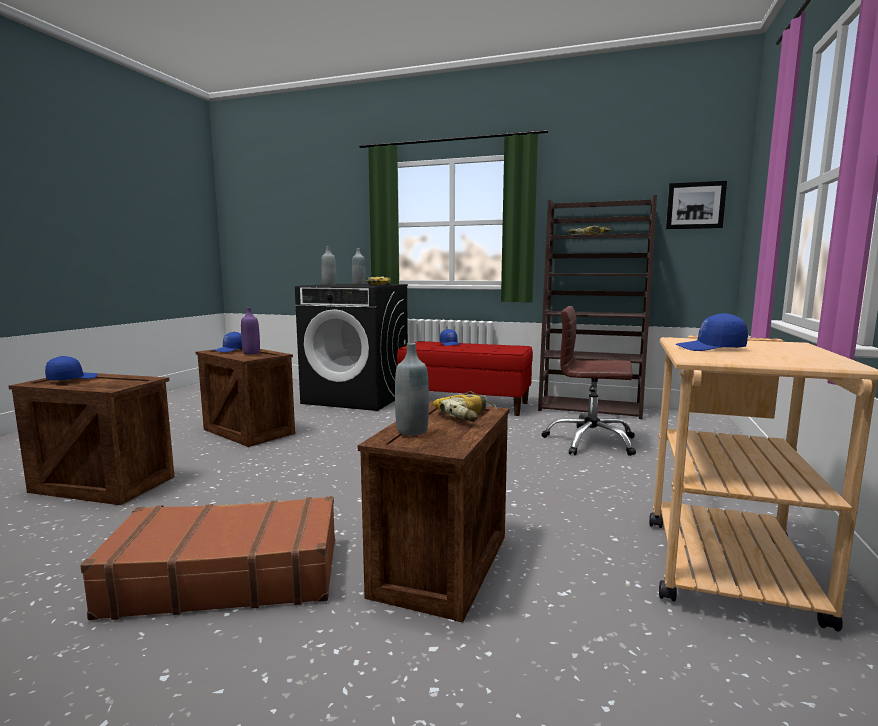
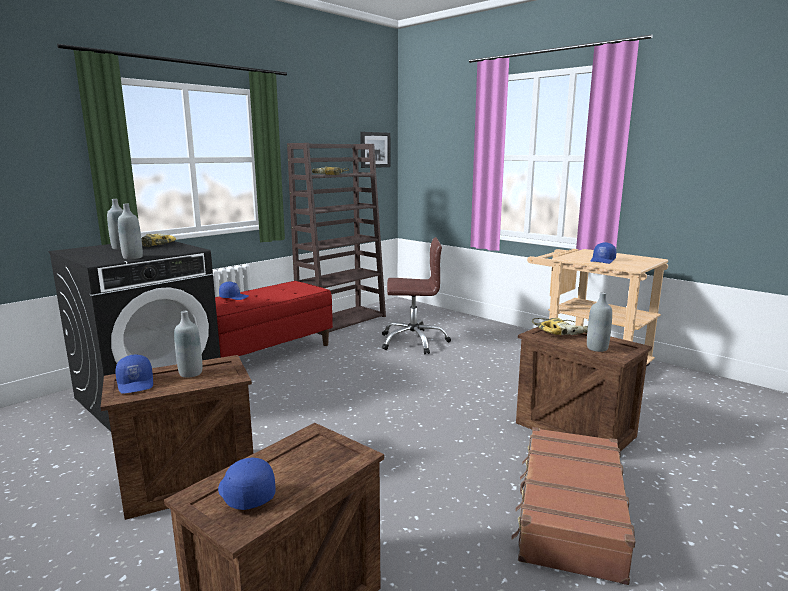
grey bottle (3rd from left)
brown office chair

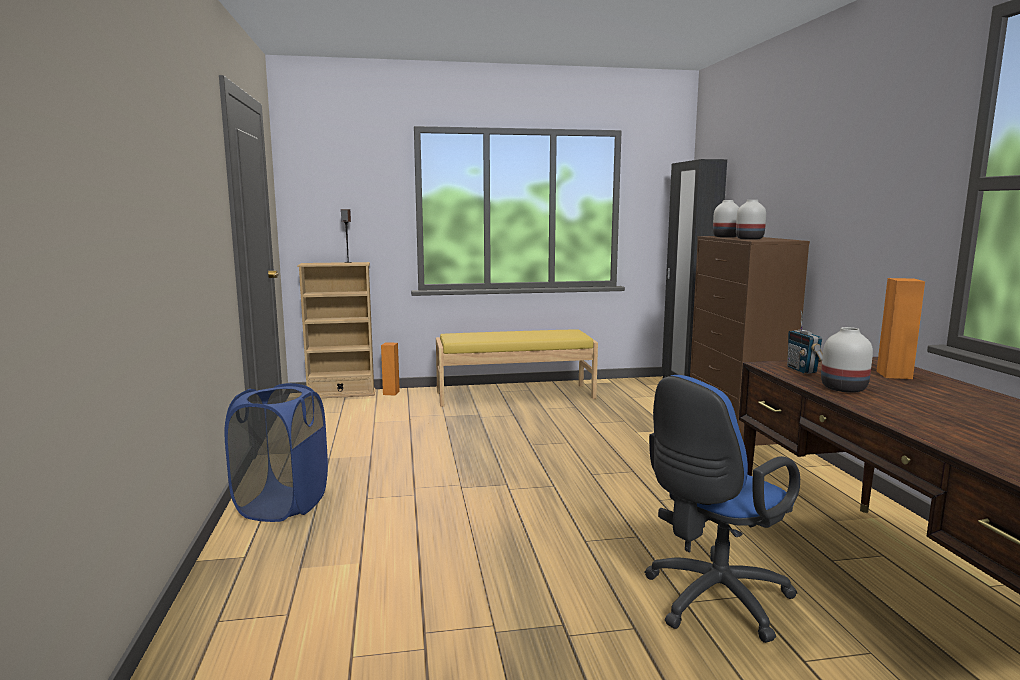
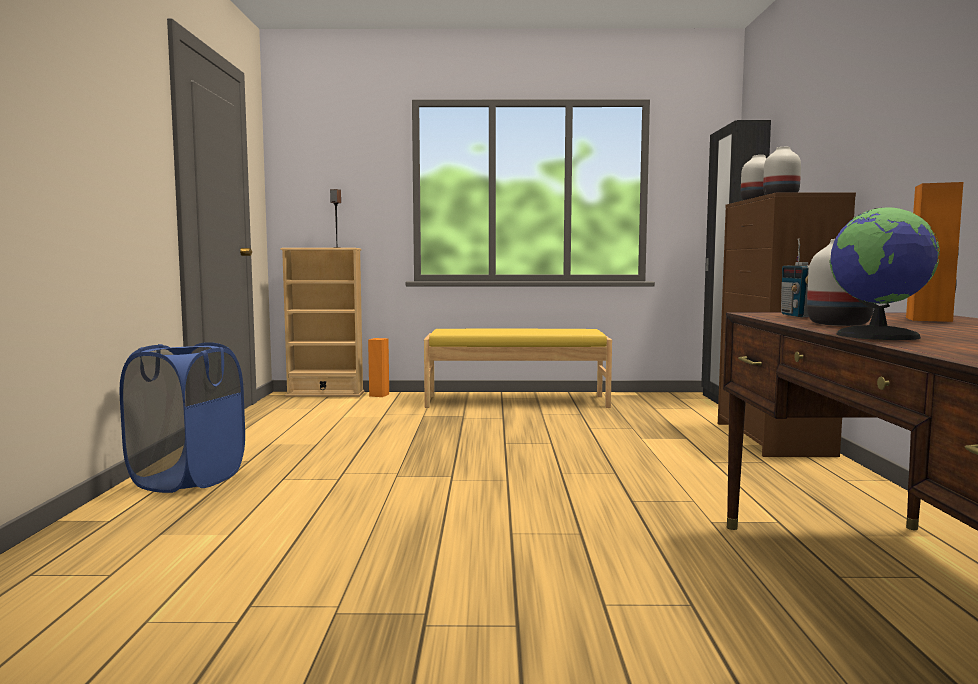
blue office chair
globe

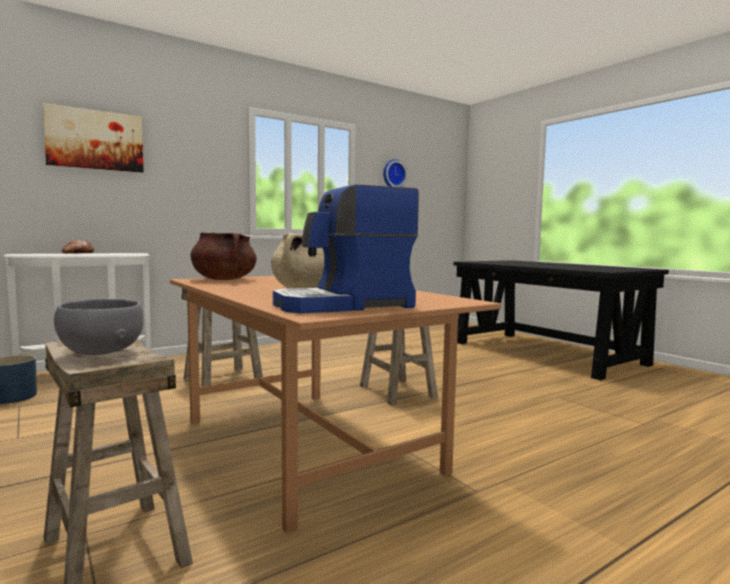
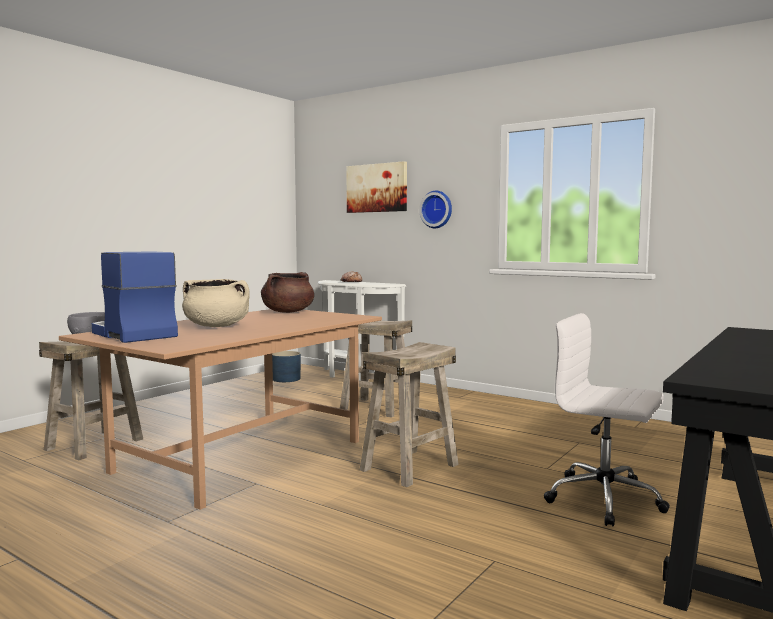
white office chair
wall clock

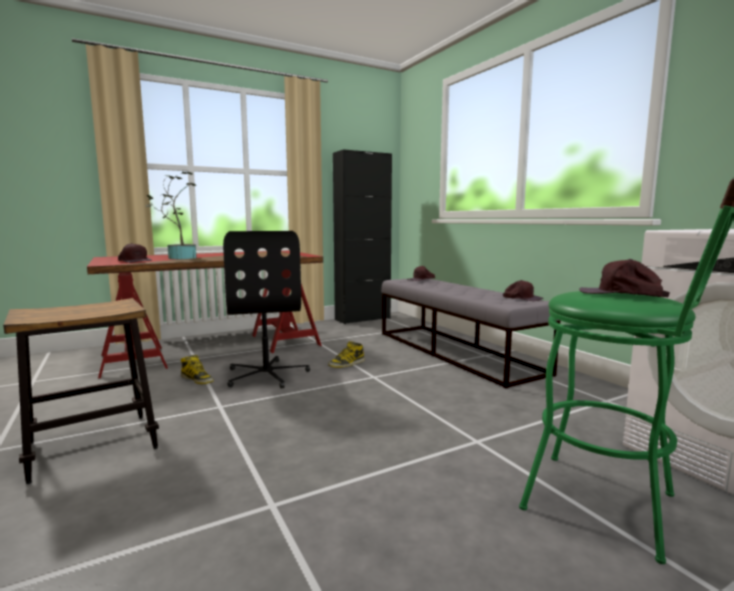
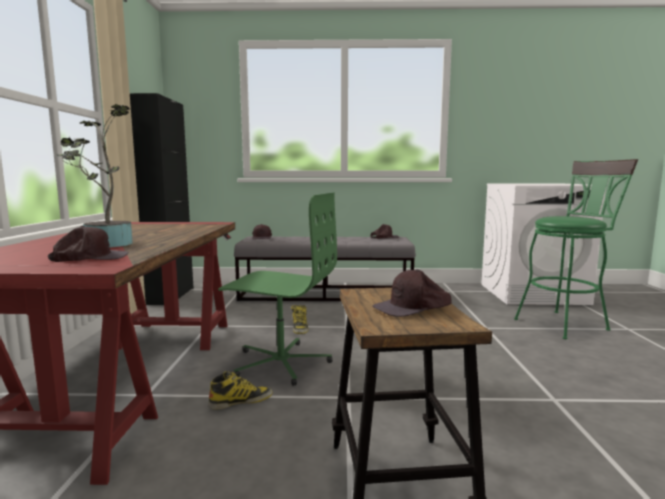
brown cap (4th from left)
green office chair

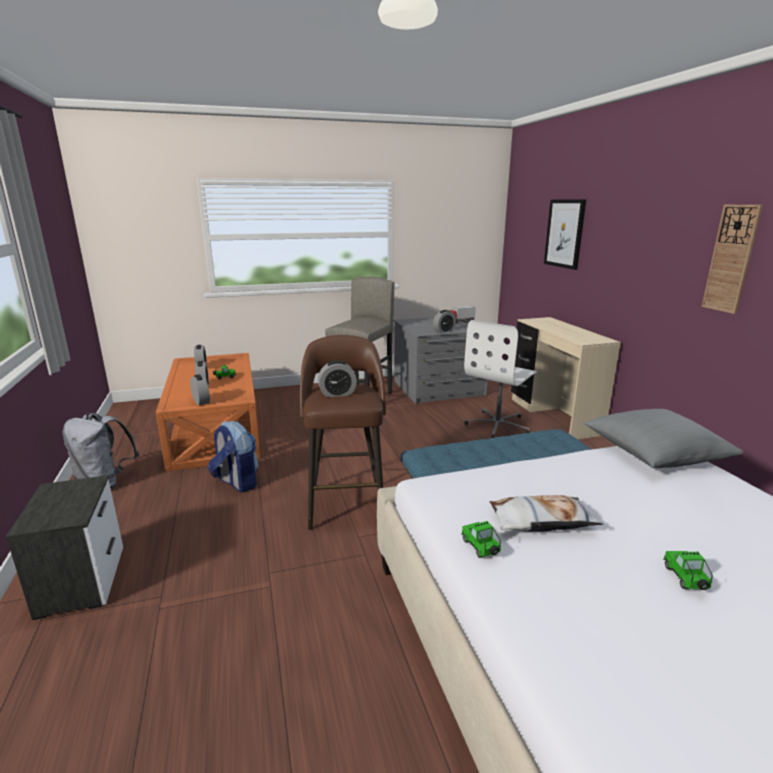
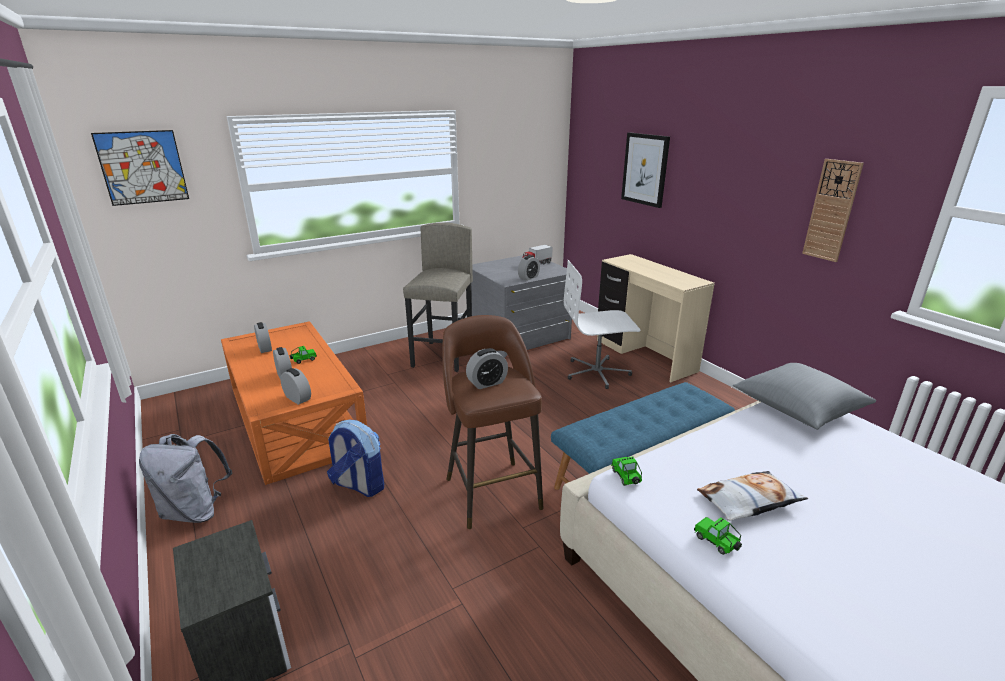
picture (1st from left)
toy car (2nd from left)
white office chair

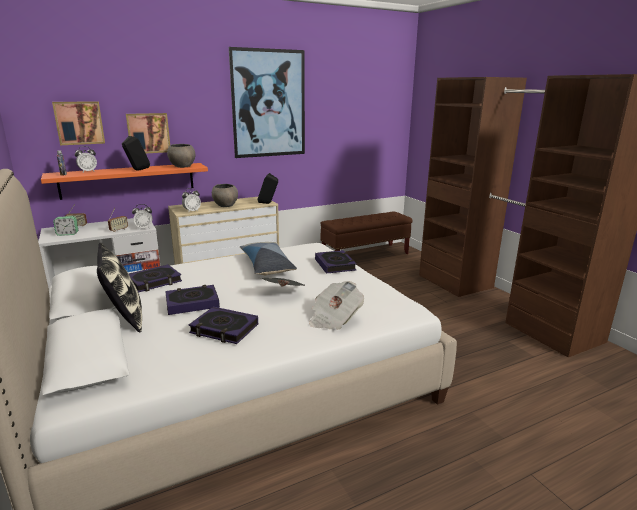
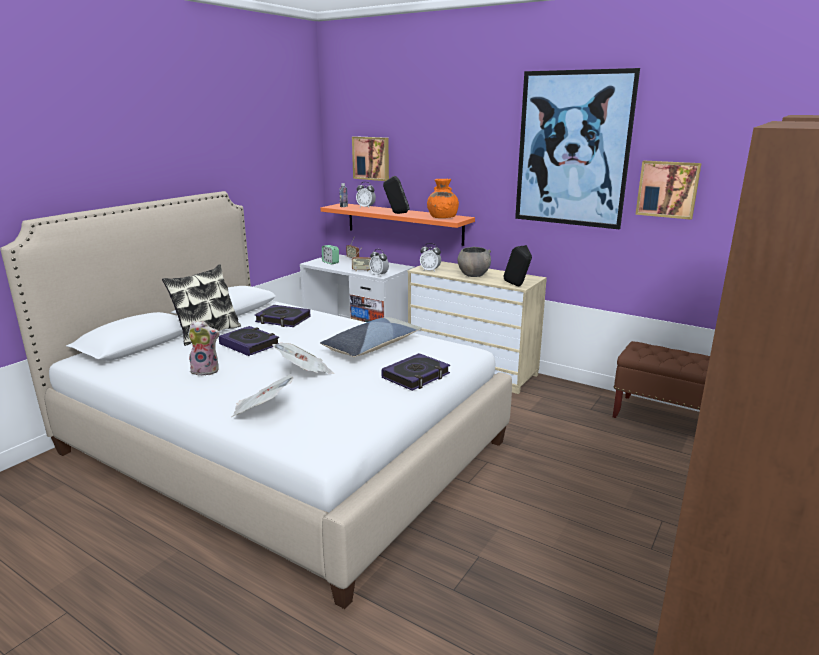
picture (3rd from left)
orange vase
plush toy

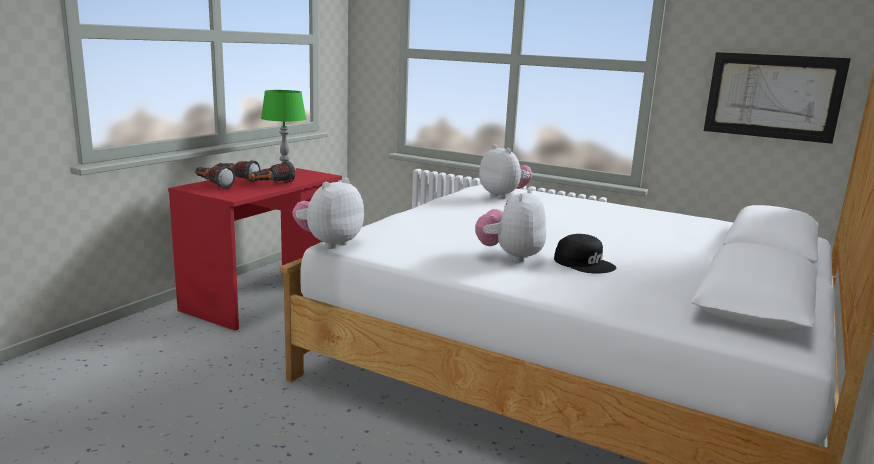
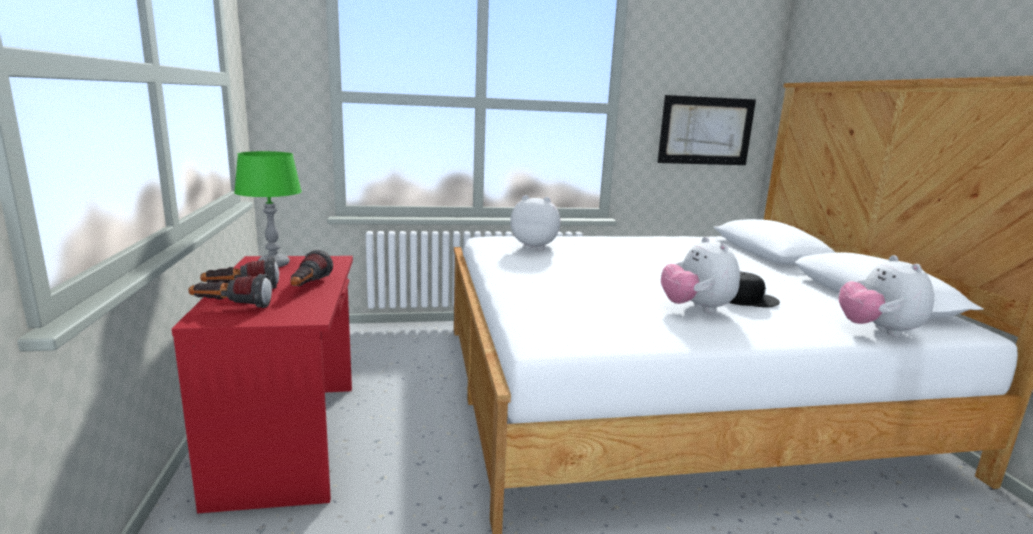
plush toy (3rd from left)

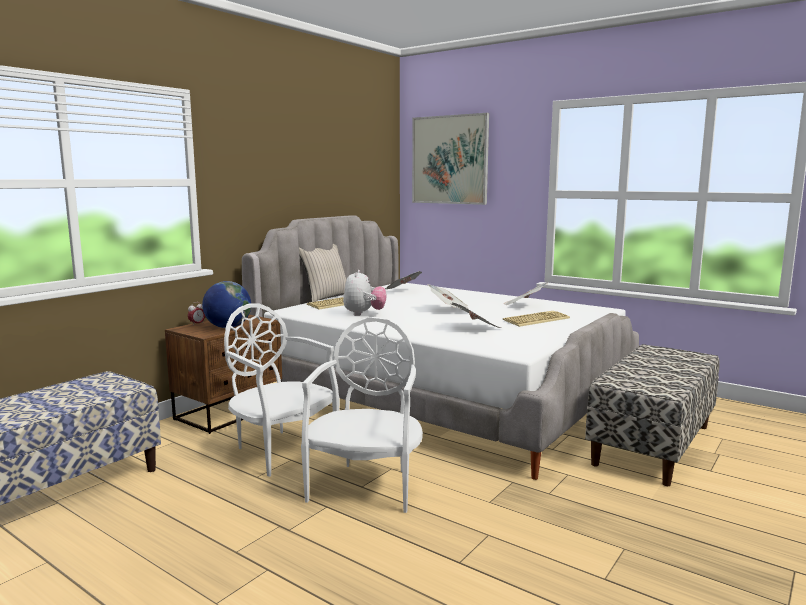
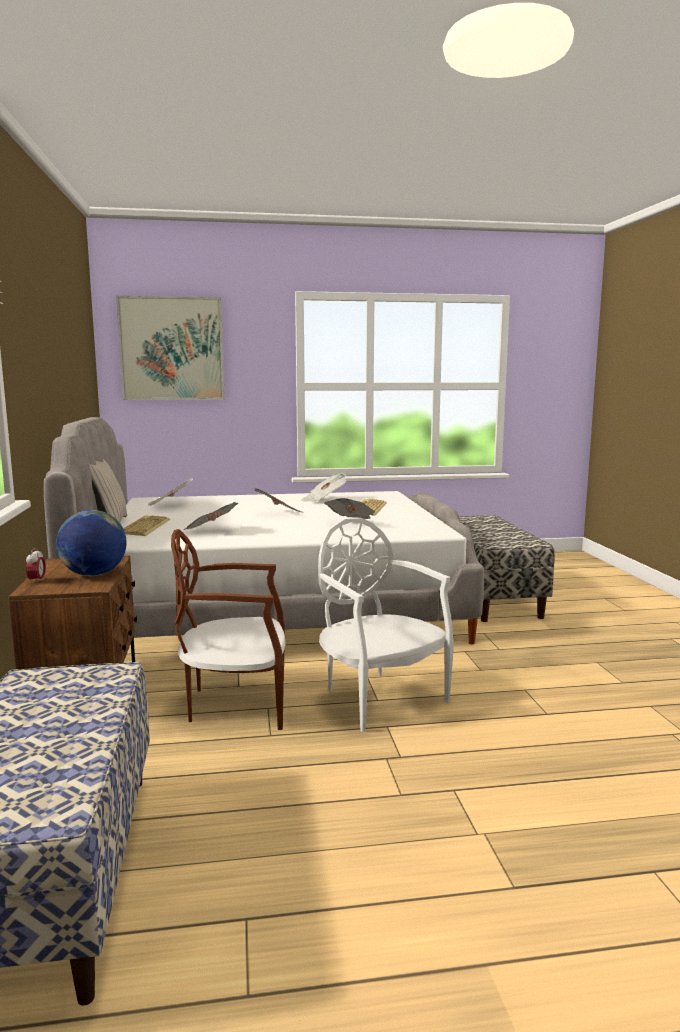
newspaper (2nd from left)
brown chair

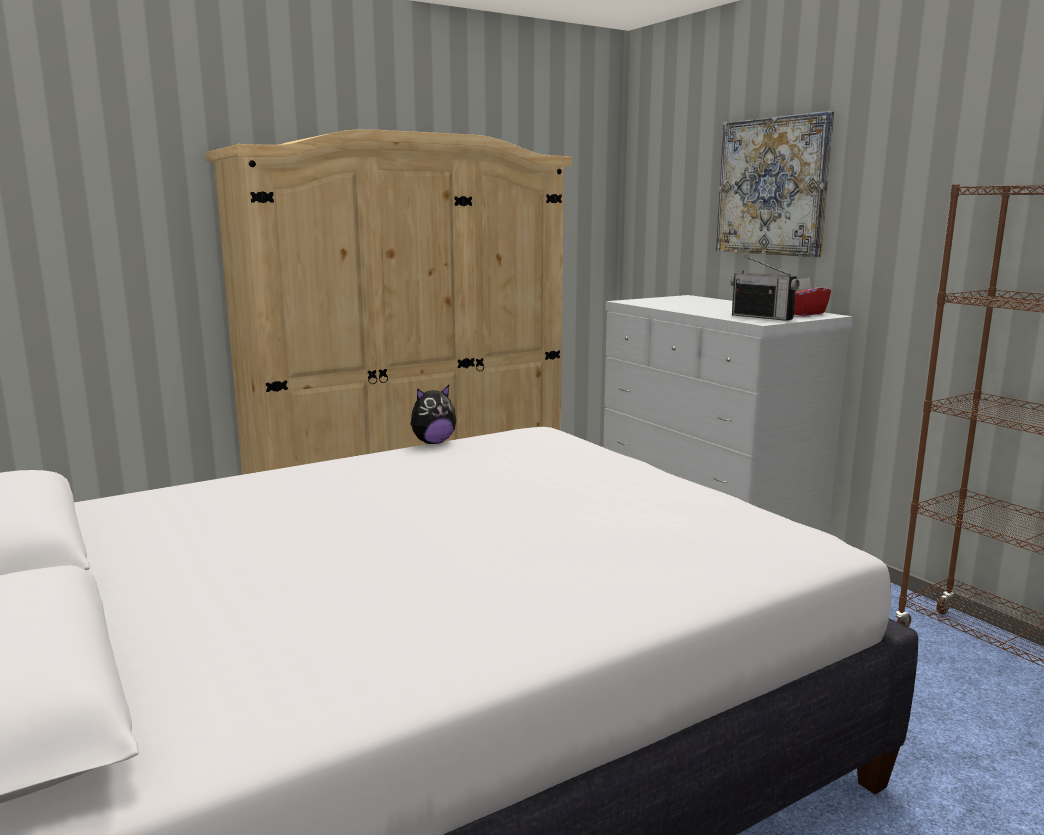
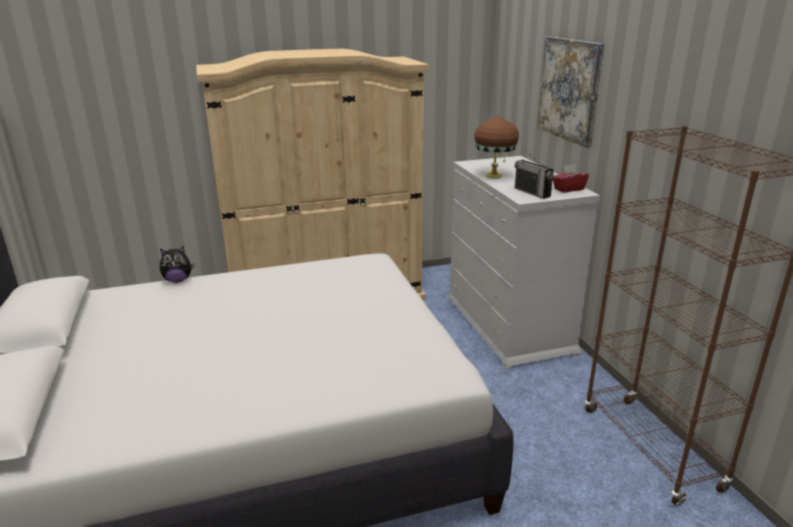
brown table lamp
plush toy

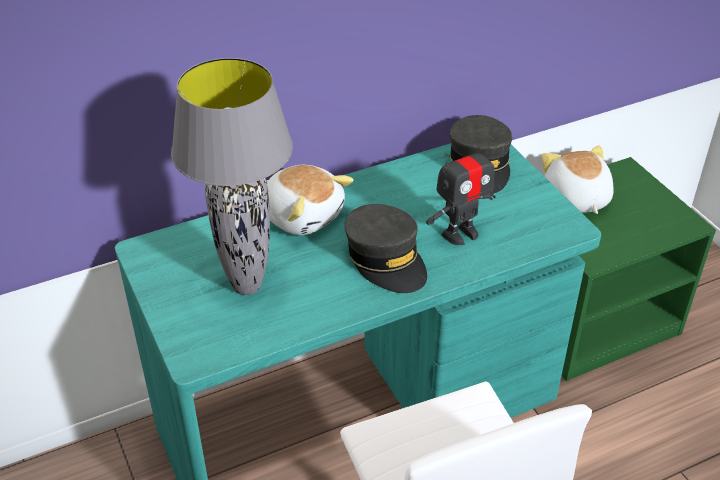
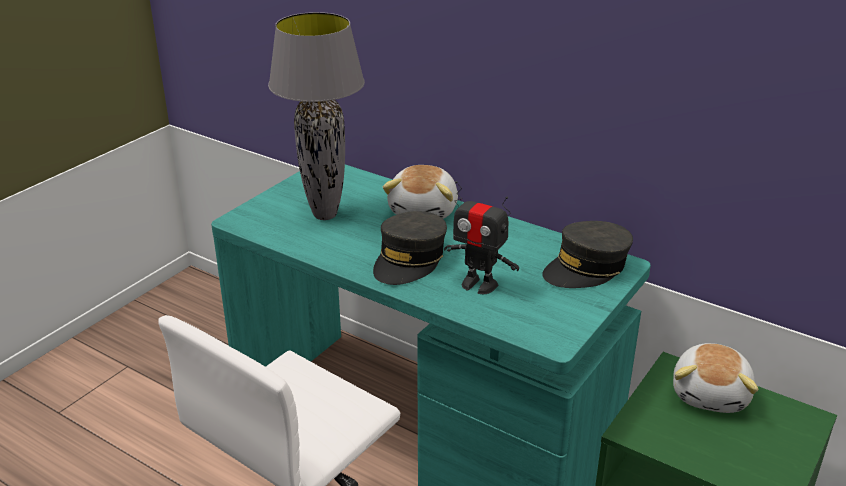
plush toy (2nd from left)

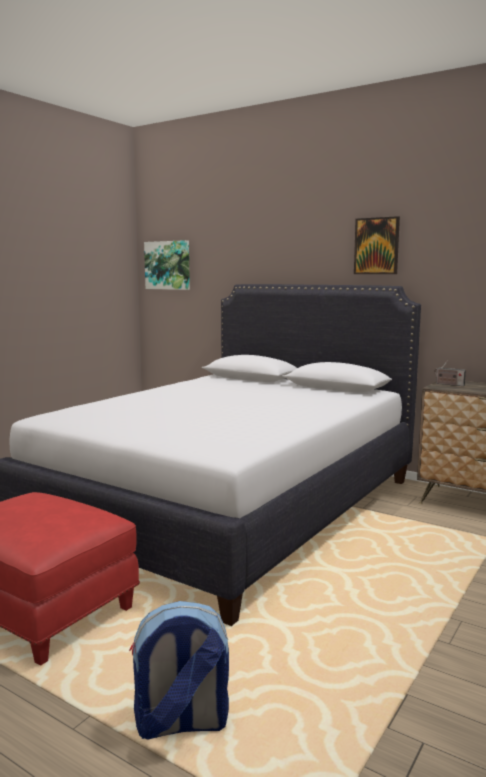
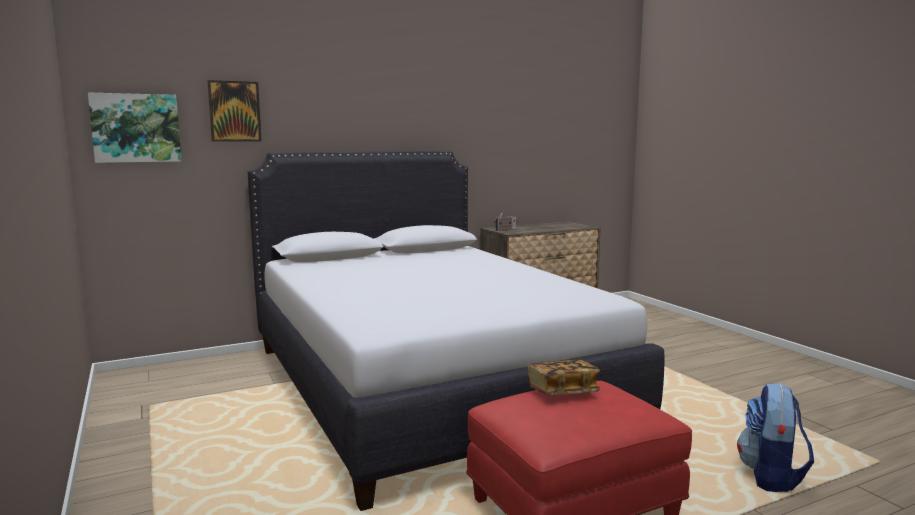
book
picture (2nd from left)

